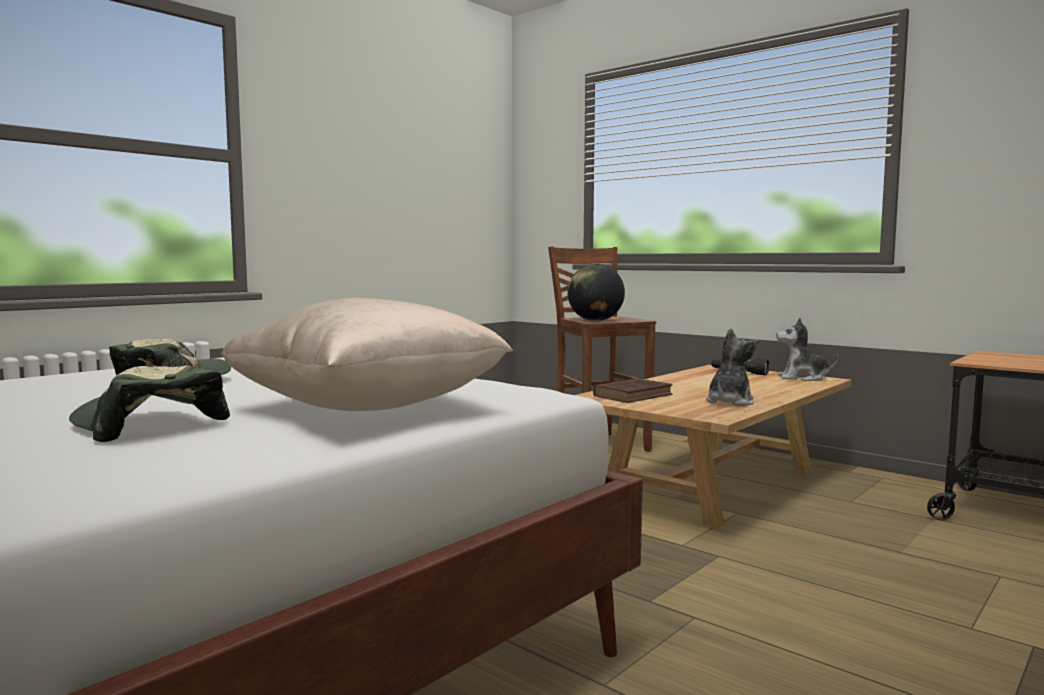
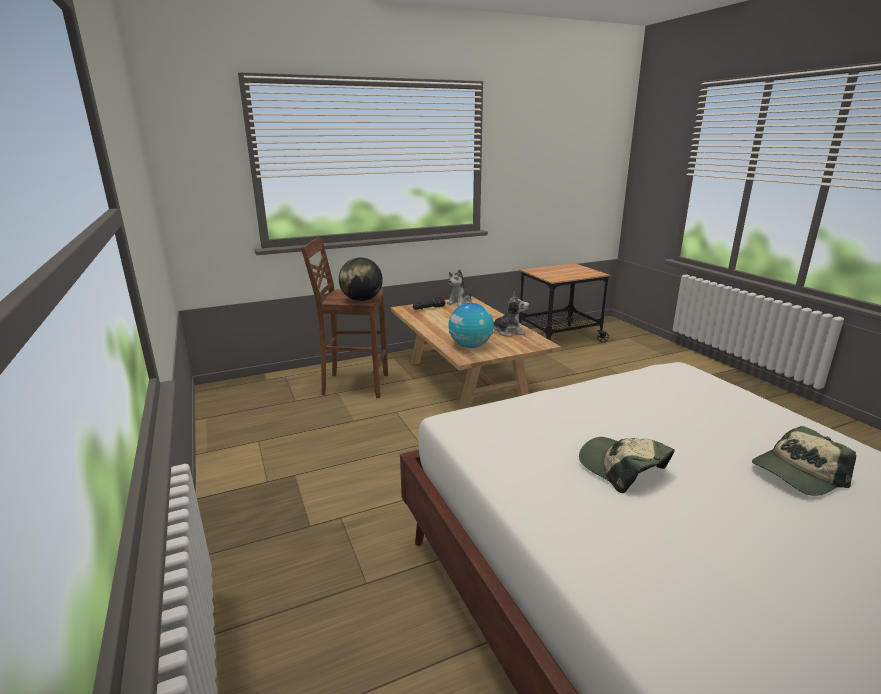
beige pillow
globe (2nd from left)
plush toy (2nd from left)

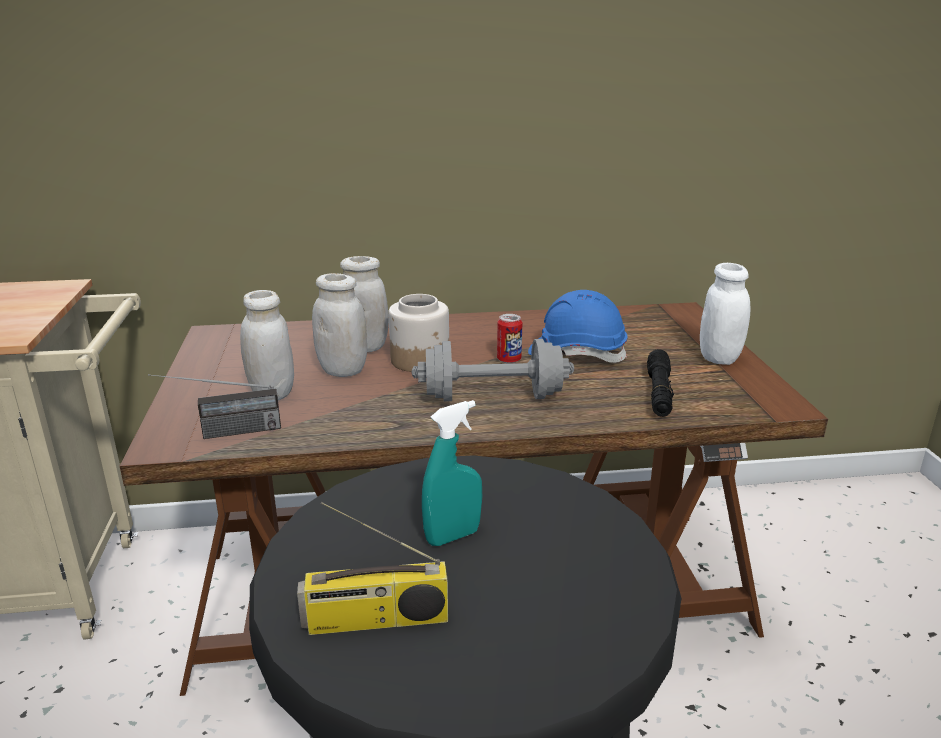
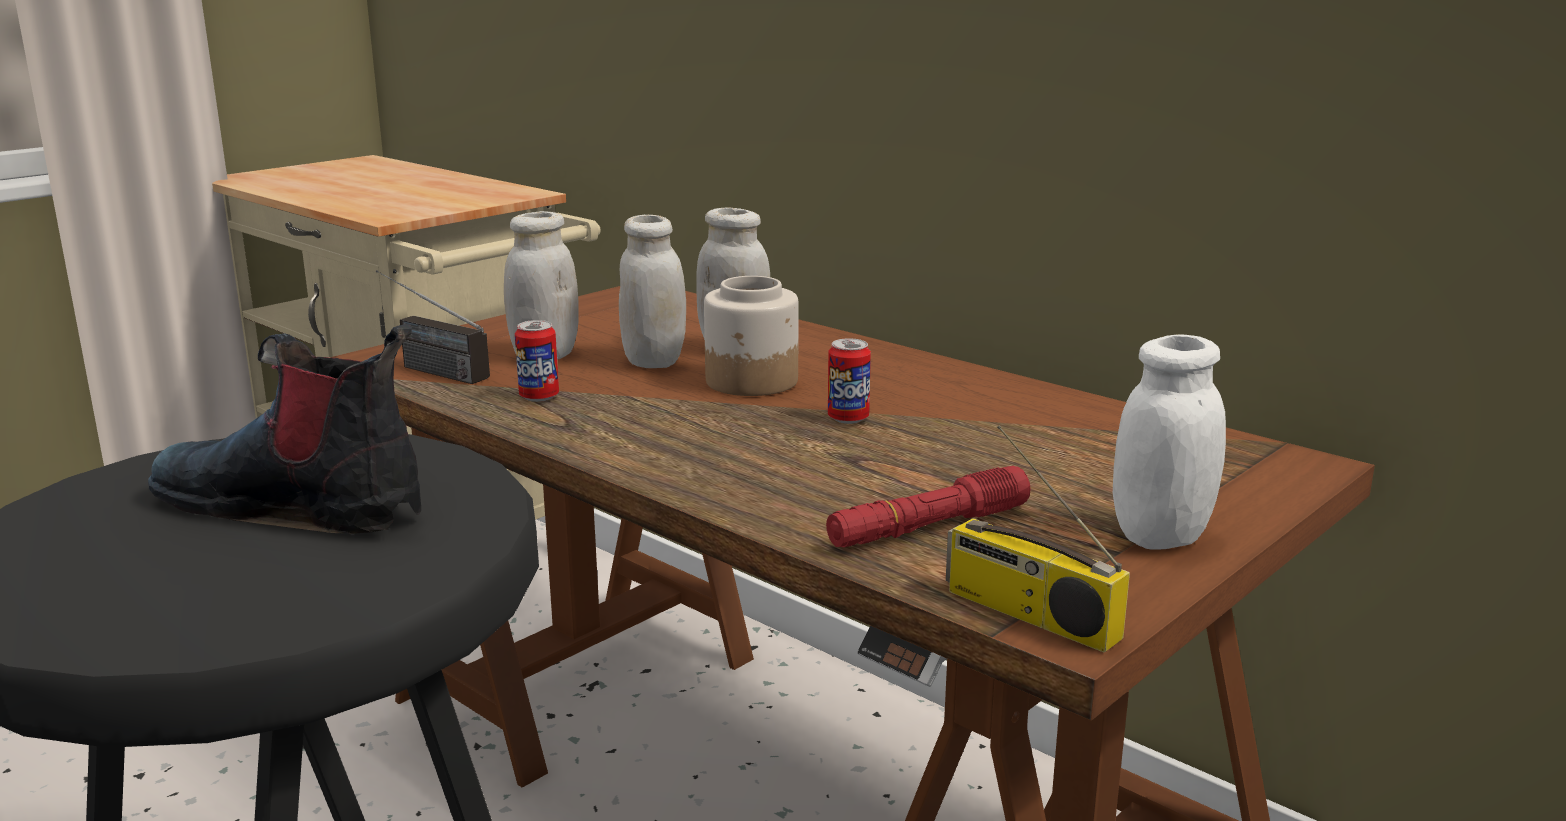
grey dumbbell
blue hard hat
can (1st from left)
radio (2nd from left)
boot
red flashlight

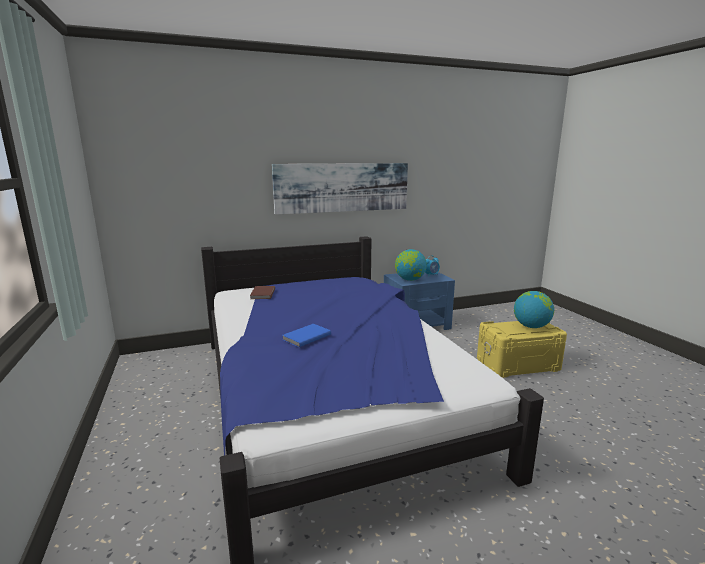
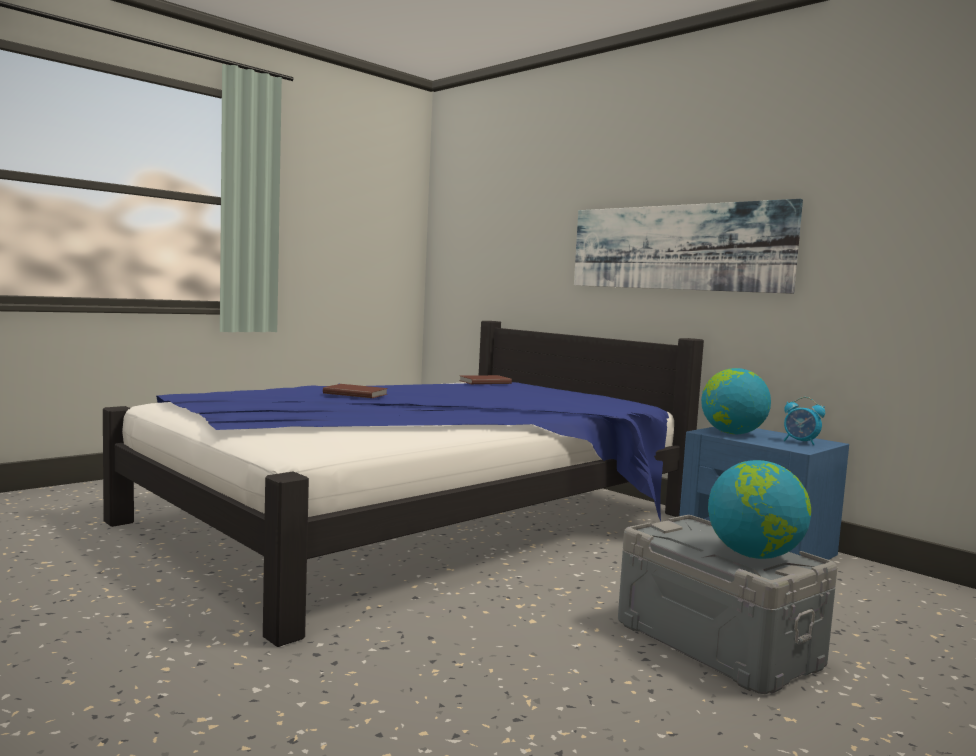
brown book (1st from left)
grey storage box

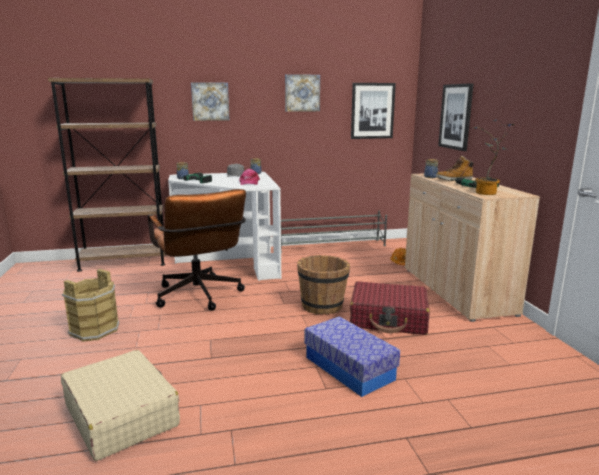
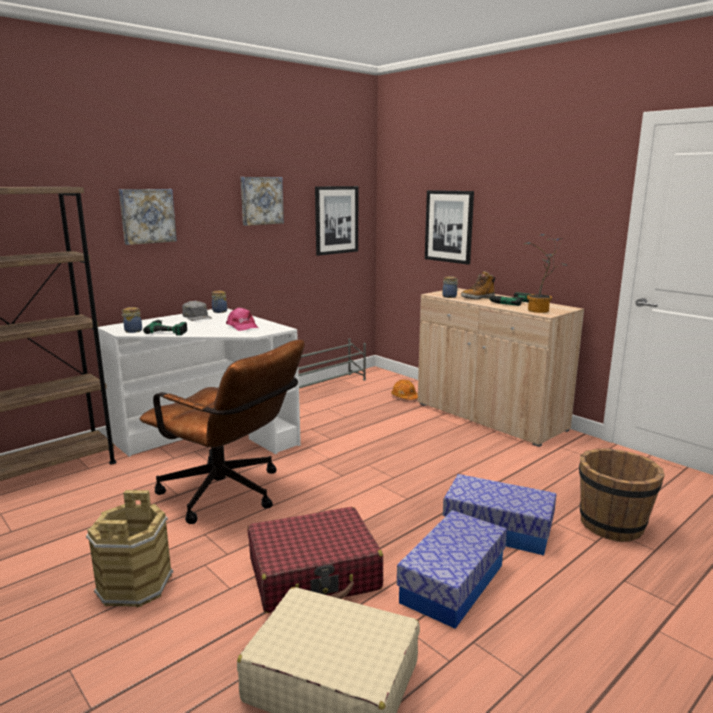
storage box (1st from left)
brown bucket (2nd from left)
red suitcase

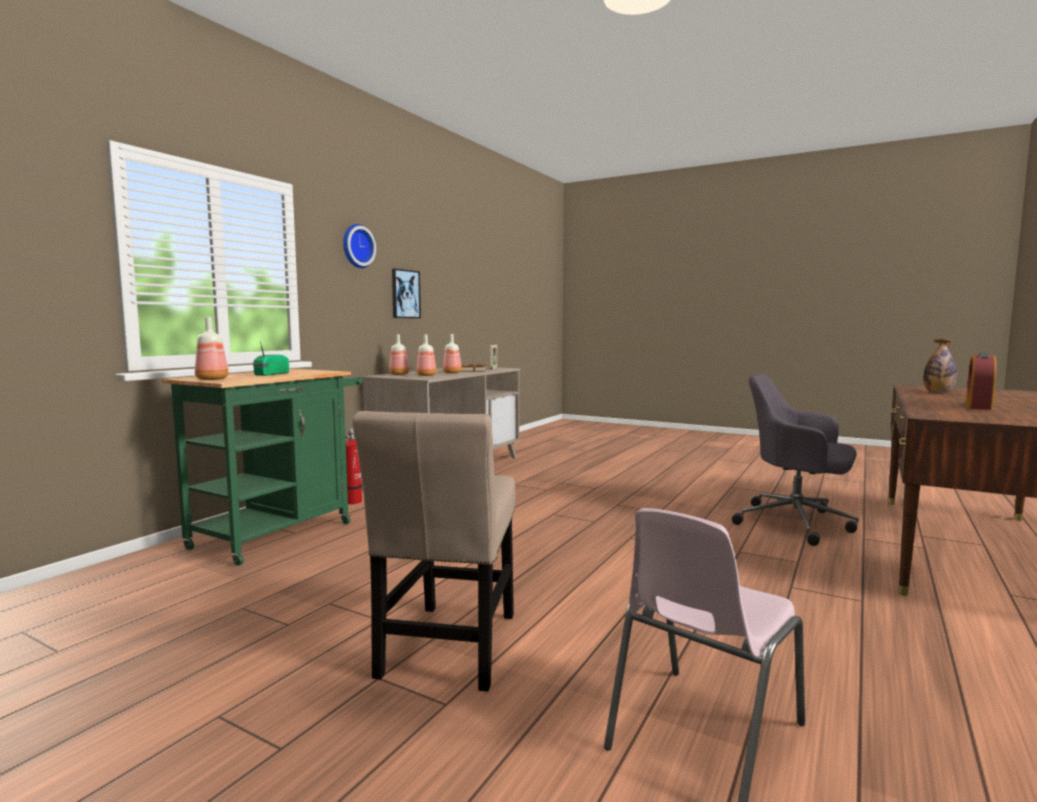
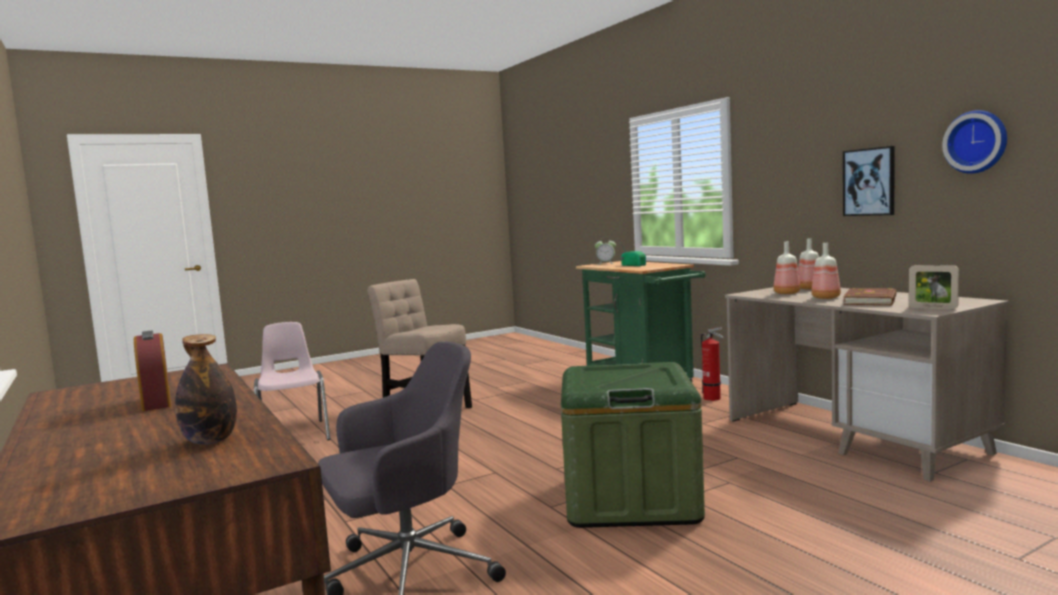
green storage box
wall clock
alarm clock (2nd from left)

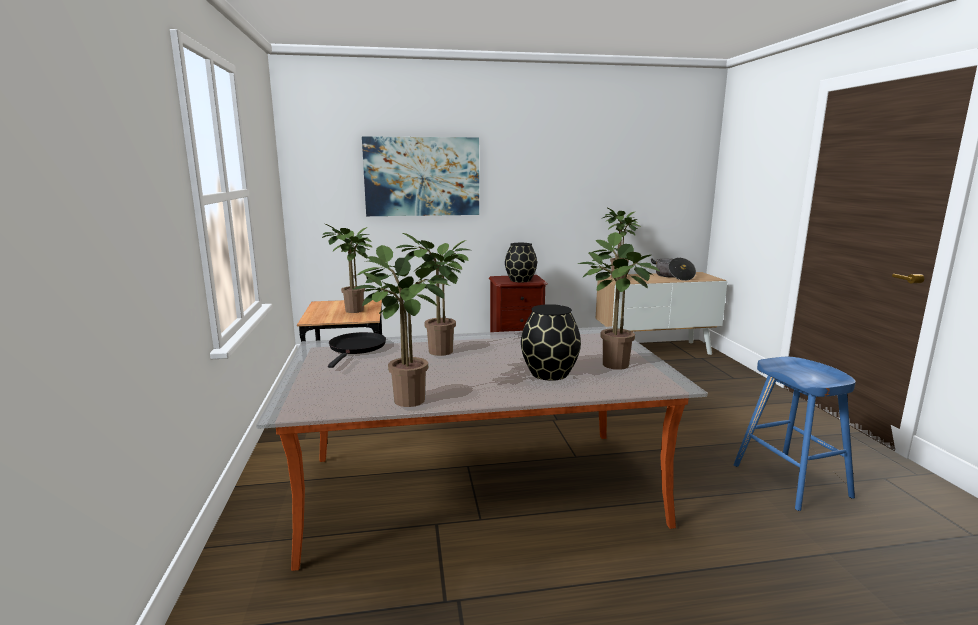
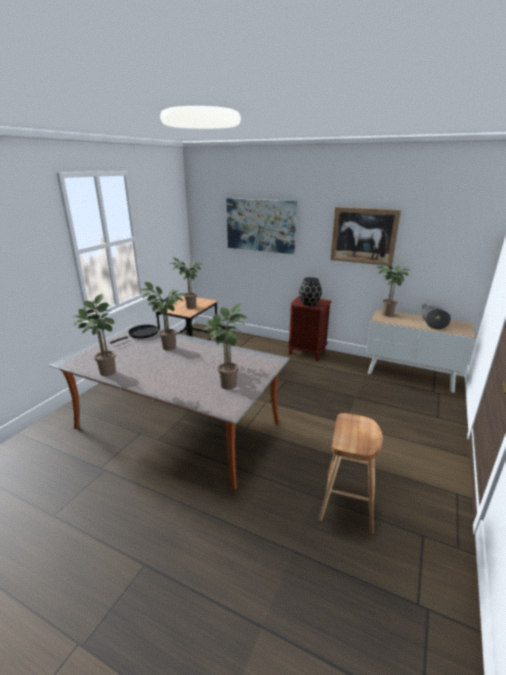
black vase (2nd from left in the first image)
picture (2nd from left)
brown stool

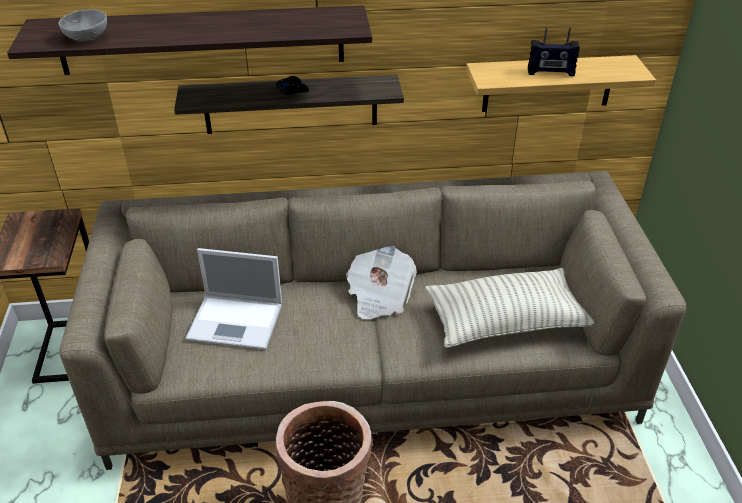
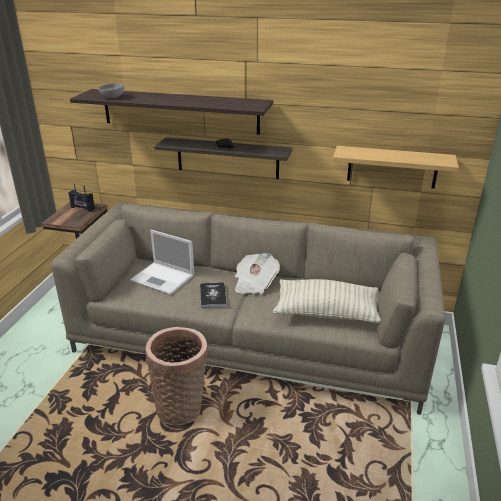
book
radio

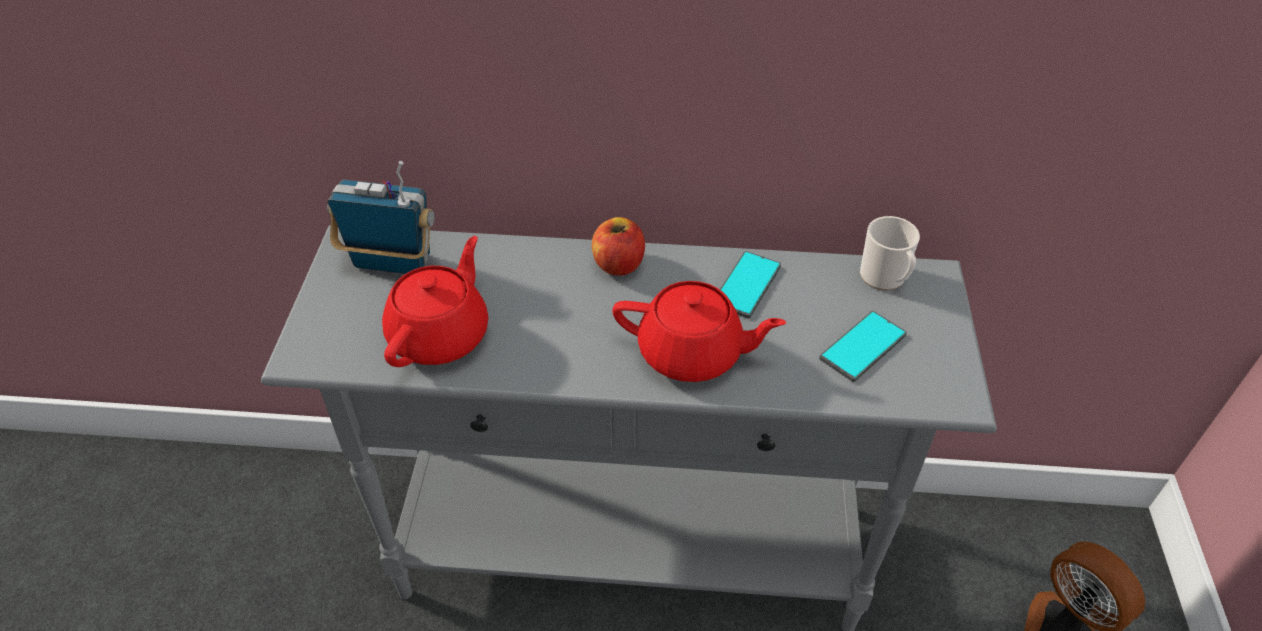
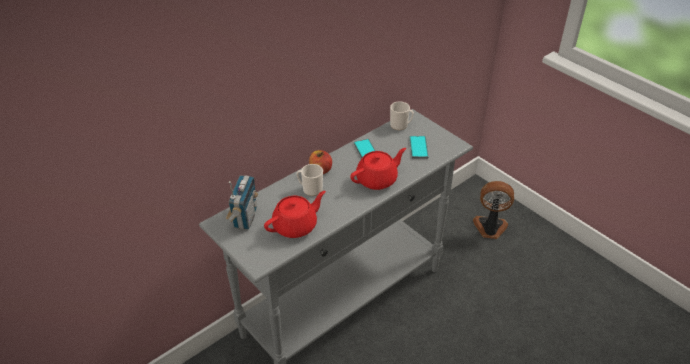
mug (1st from left)
radio
red teapot (1st from left)

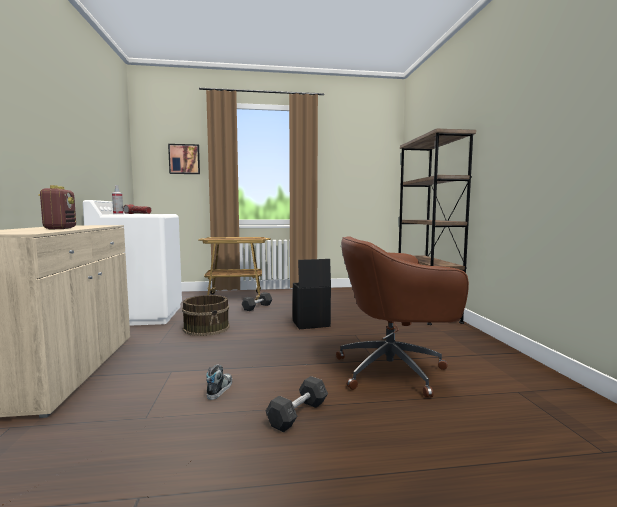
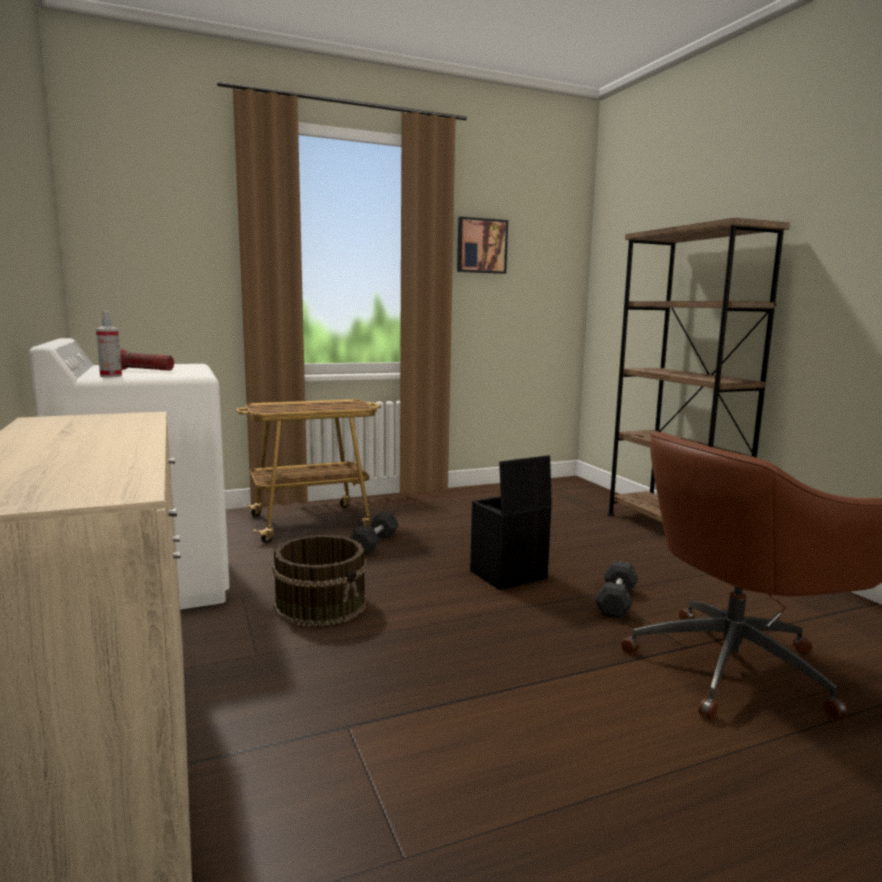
radio
shoe
picture
grey dumbbell (2nd from left)

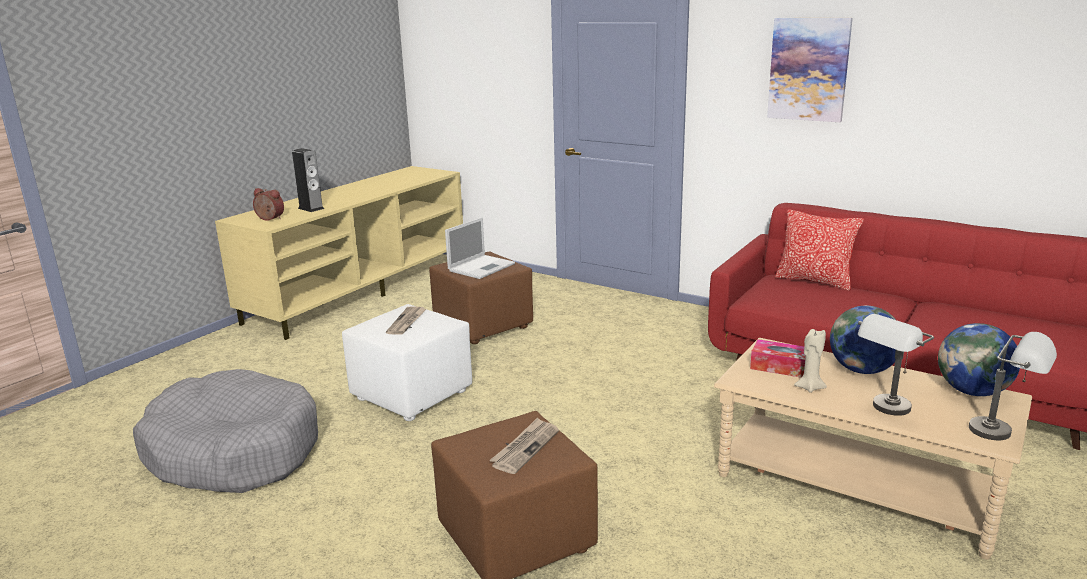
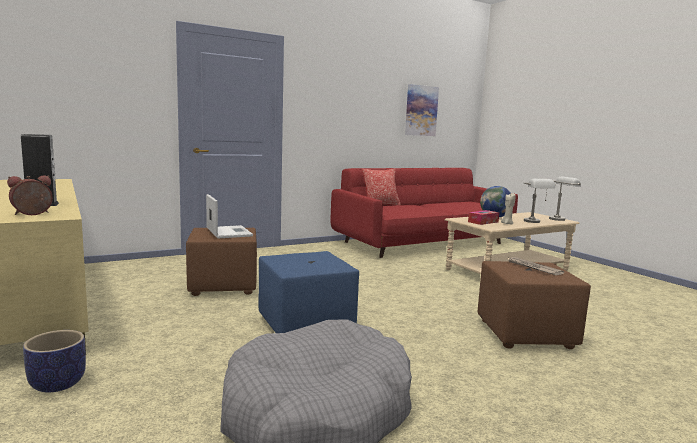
newspaper (1st from left in the first image)
globe (2nd from left in the first image)
planter
picture
blue ottoman

